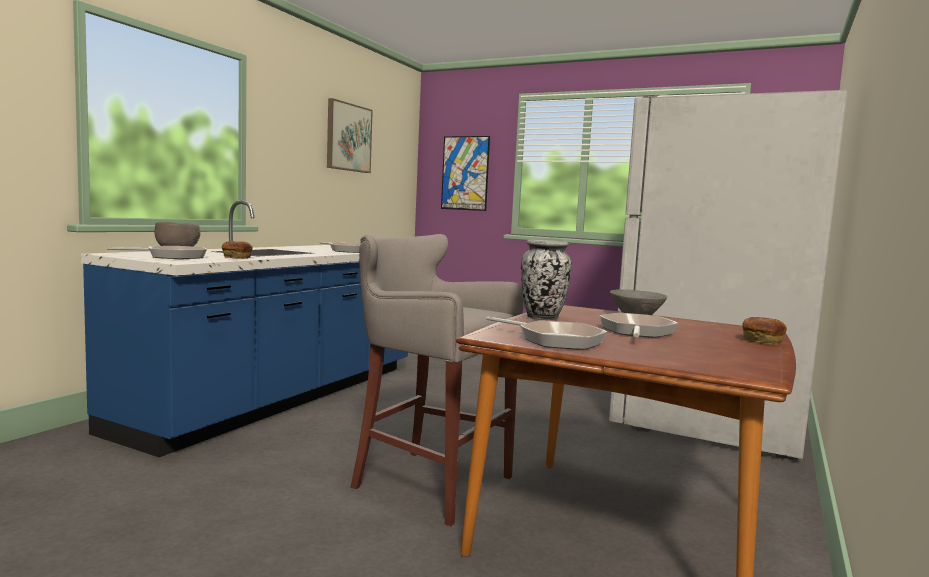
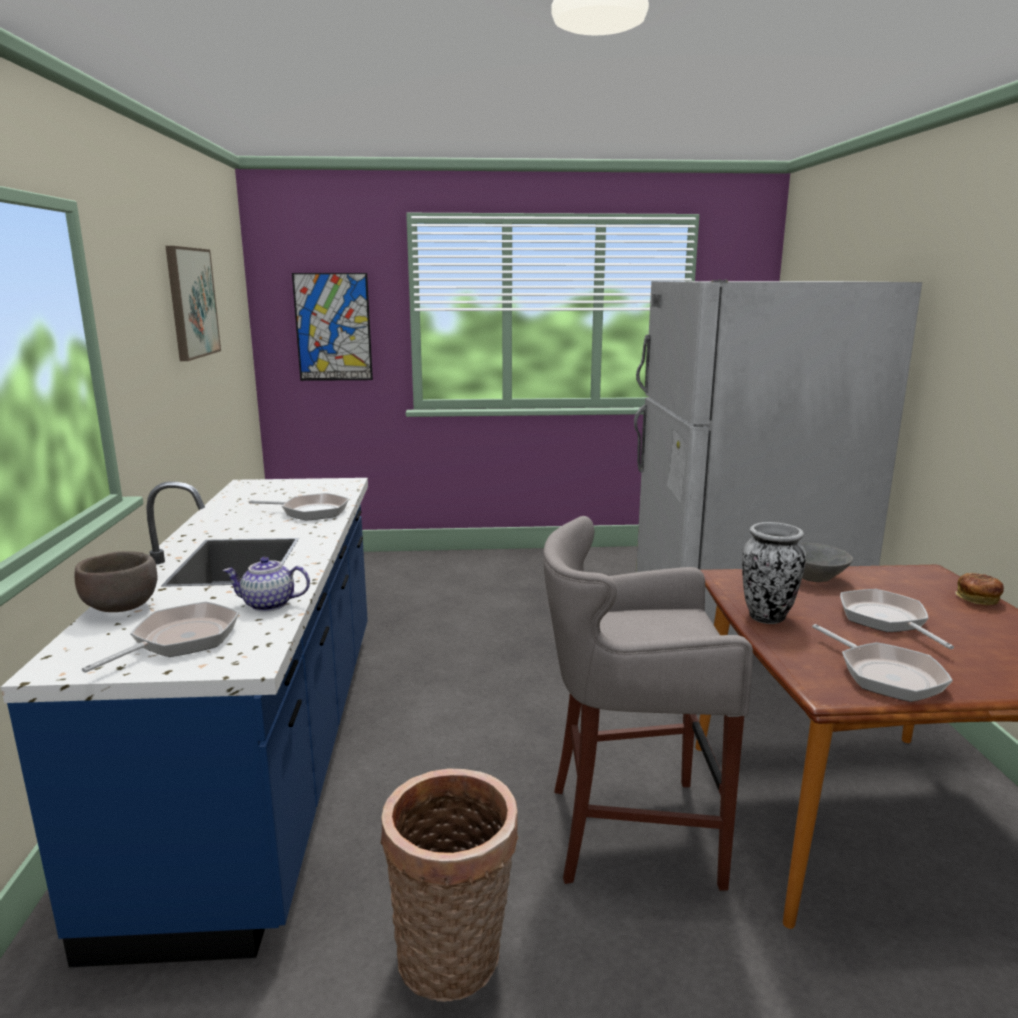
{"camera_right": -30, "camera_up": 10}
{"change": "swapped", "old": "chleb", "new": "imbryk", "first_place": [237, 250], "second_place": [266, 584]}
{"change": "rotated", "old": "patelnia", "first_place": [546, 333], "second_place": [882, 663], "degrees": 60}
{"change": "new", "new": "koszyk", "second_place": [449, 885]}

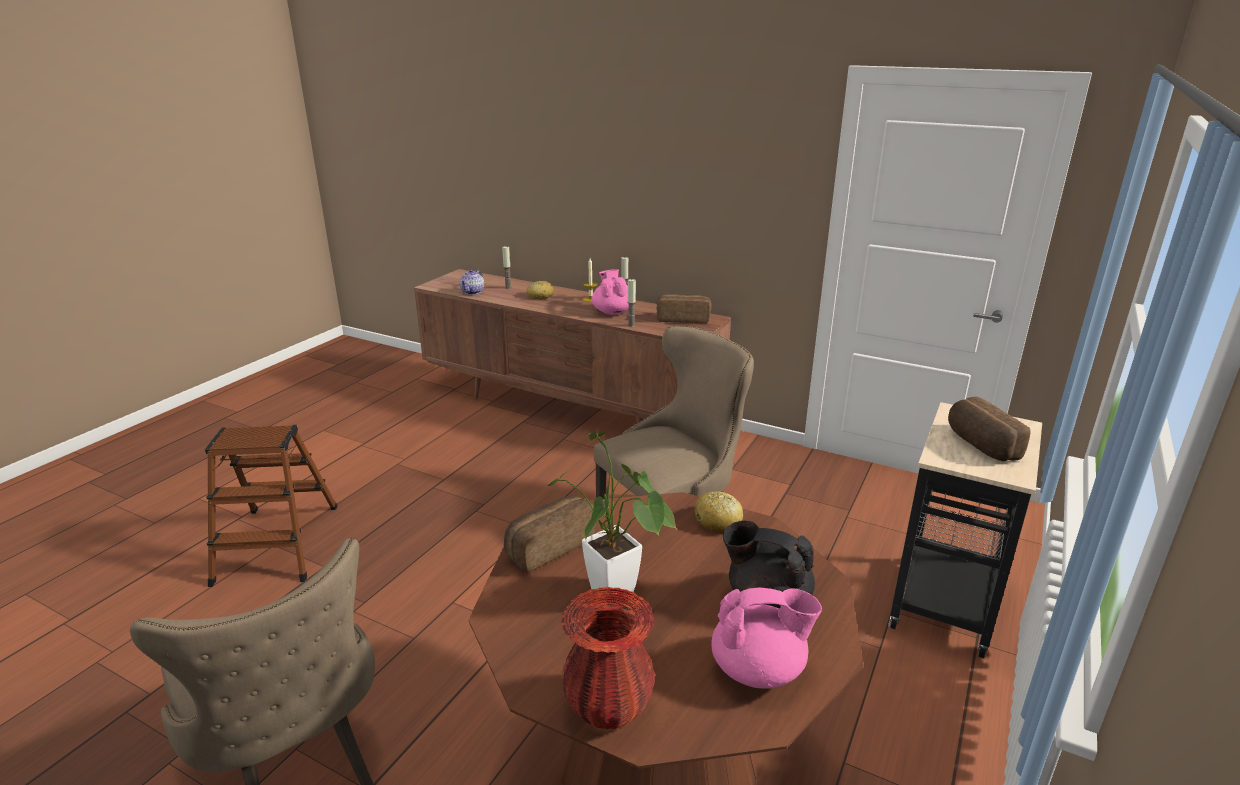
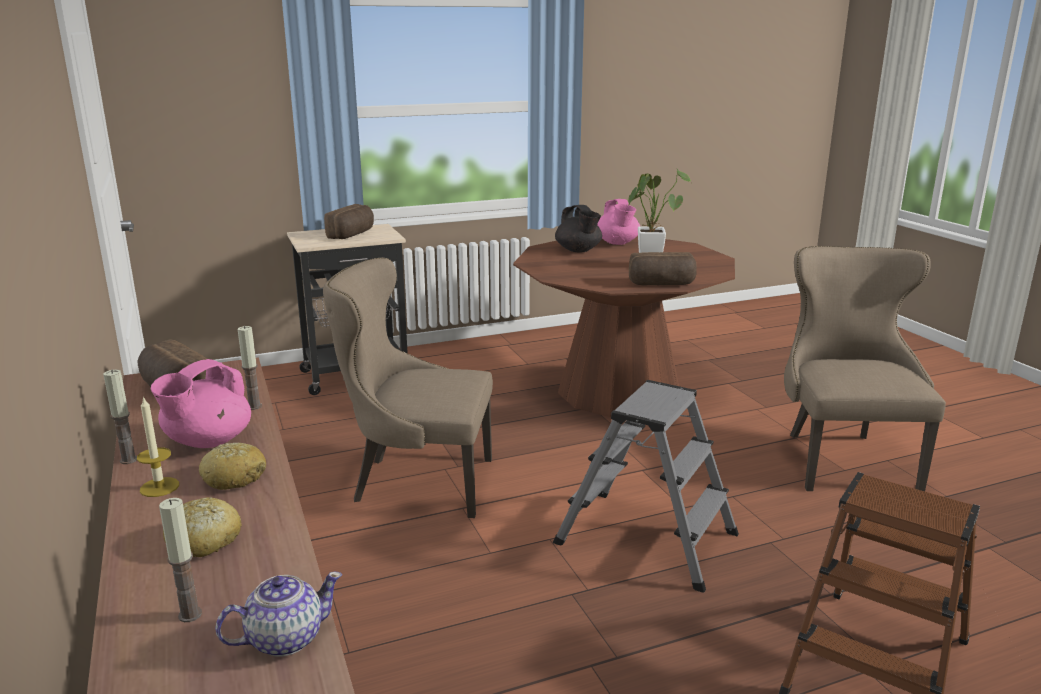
{"camera_right": -140, "camera_up": -5}
{"change": "shifted", "old": "chleb", "first_place": [719, 511], "second_place": [232, 466]}
{"change": "gone", "old": "wazon/czerwony", "first_place": [608, 658]}
{"change": "rotated", "old": "imbryk/różowy", "first_place": [766, 638], "second_place": [618, 222], "degrees": -135}
{"change": "new", "new": "drabinka/szary", "second_place": [646, 486]}

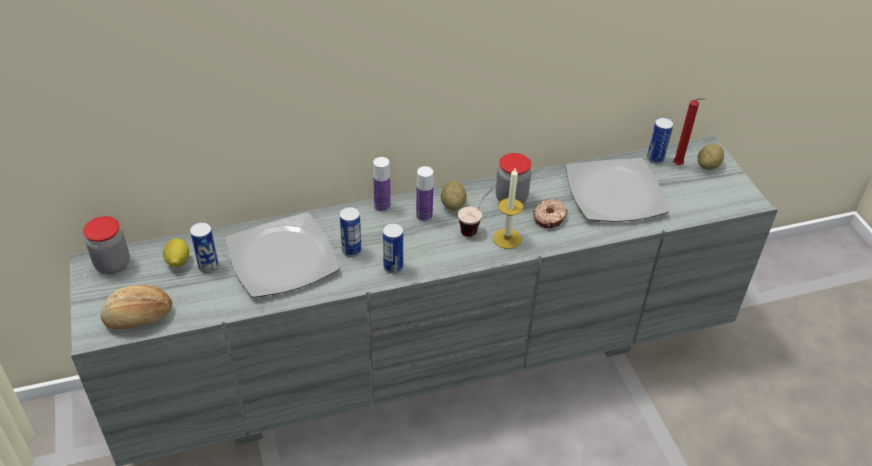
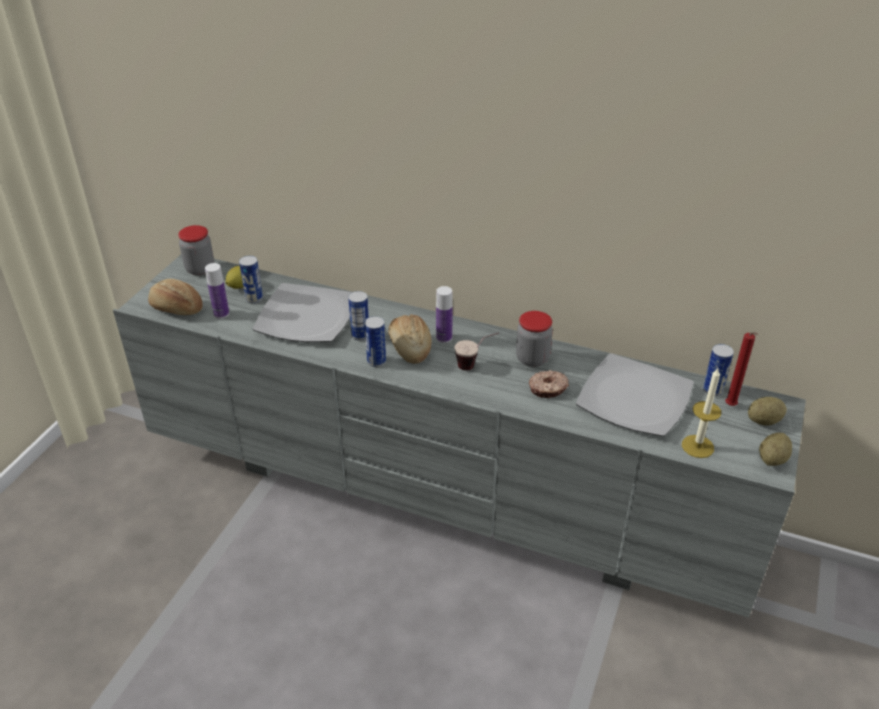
{"camera_right": 40, "camera_up": -5}
{"change": "shifted", "old": "butelka", "first_place": [381, 184], "second_place": [217, 291]}
{"change": "shifted", "old": "świeca", "first_place": [508, 208], "second_place": [701, 413]}
{"change": "shifted", "old": "ziemniak", "first_place": [454, 195], "second_place": [775, 449]}
{"change": "new", "new": "chleb", "second_place": [410, 339]}

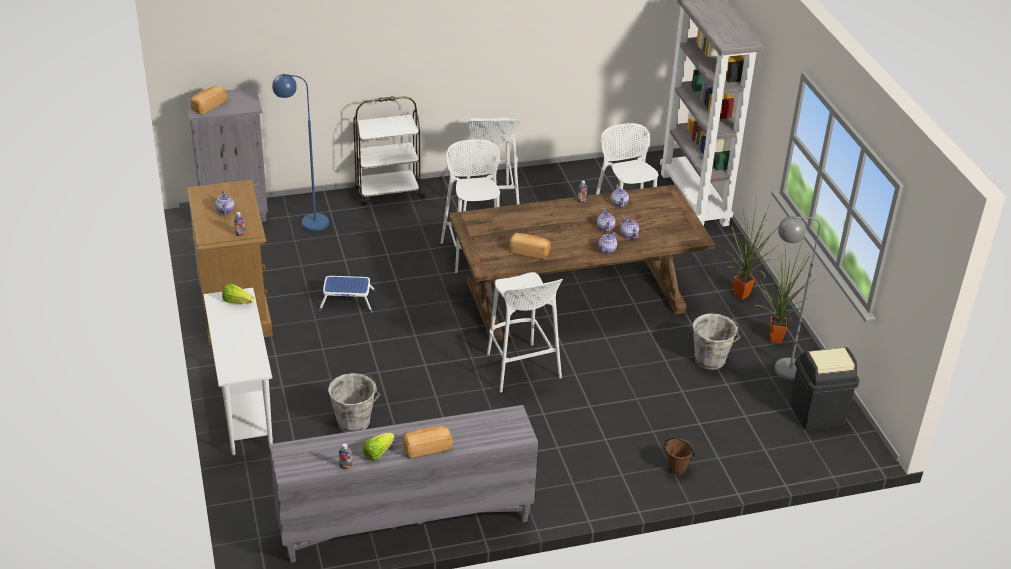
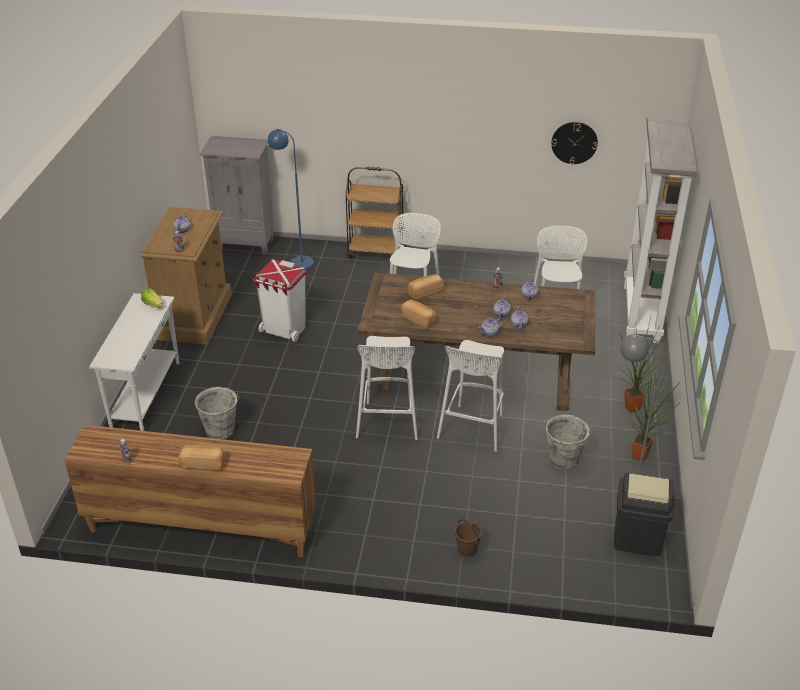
{"camera_right": 25, "camera_up": 0}
{"change": "shifted", "old": "chleb", "first_place": [209, 100], "second_place": [426, 287]}
{"change": "repainted", "old": "wózek/biały", "new": "wózek/brązowy", "first_place": [389, 151], "second_place": [378, 212]}
{"change": "shifted", "old": "stołek/biały", "first_place": [491, 164], "second_place": [470, 396]}
{"change": "swapped", "old": "drabinka/niebieski", "new": "kosz na śmieci/biały", "first_place": [347, 294], "second_place": [279, 300]}
{"change": "repainted", "old": "komoda/szary", "new": "komoda/brązowy", "first_place": [404, 484], "second_place": [190, 491]}
{"change": "gone", "old": "sałata", "first_place": [378, 447]}
{"change": "new", "new": "zegar ścienny", "second_place": [574, 143]}

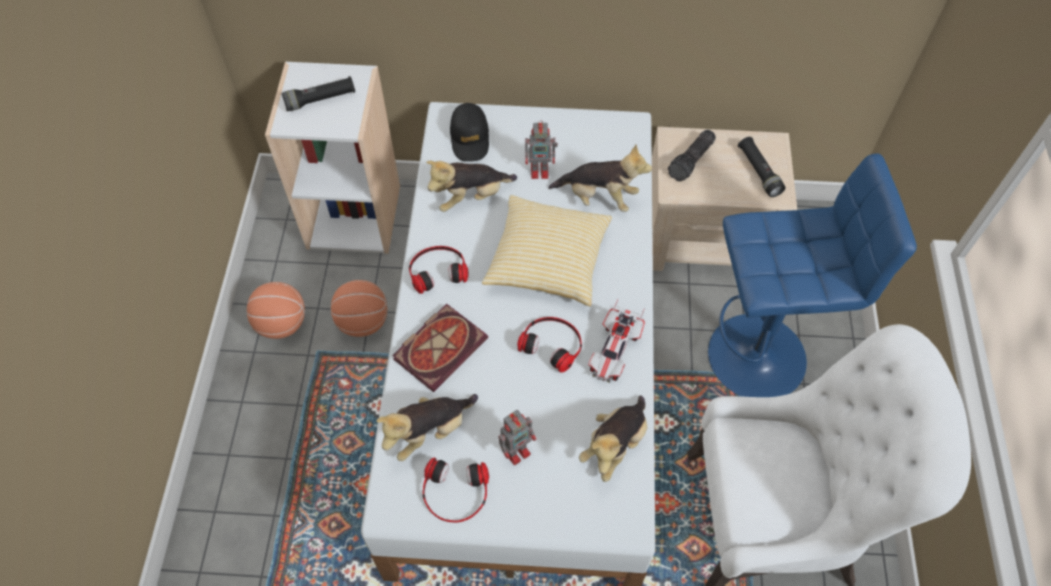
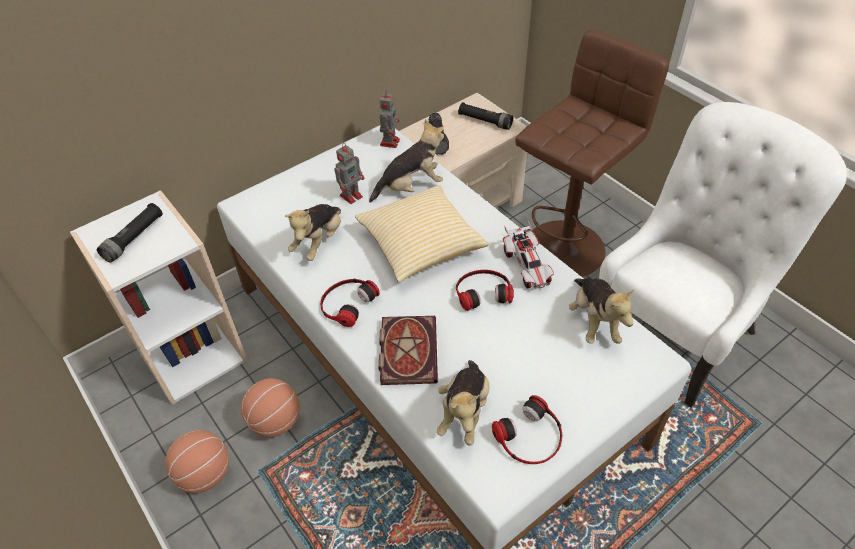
{"camera_right": -40, "camera_up": -10}
{"change": "gone", "old": "czapka z daszkiem/czarny", "first_place": [469, 132]}
{"change": "repainted", "old": "stołek/niebieski", "new": "stołek/brązowy", "first_place": [812, 275], "second_place": [592, 153]}
{"change": "shifted", "old": "robot zabawkowy", "first_place": [517, 437], "second_place": [389, 119]}

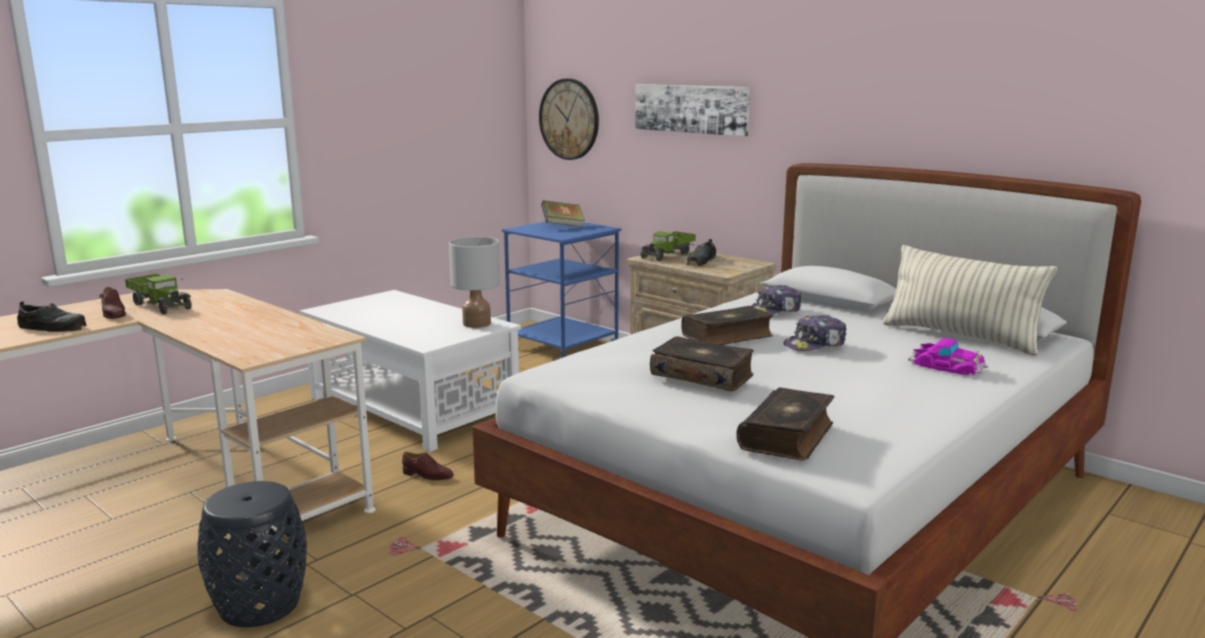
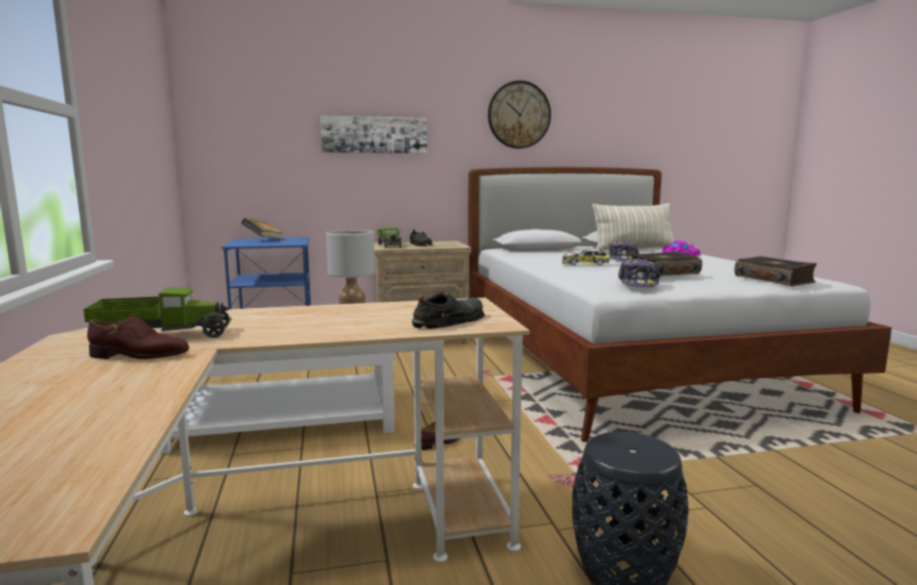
{"camera_right": -55, "camera_up": -5}
{"change": "shifted", "old": "zegar ścienny", "first_place": [569, 119], "second_place": [519, 114]}
{"change": "shifted", "old": "czapka z daszkiem", "first_place": [776, 299], "second_place": [639, 272]}
{"change": "shifted", "old": "but/czarny", "first_place": [51, 316], "second_place": [448, 310]}
{"change": "swapped", "old": "książka", "new": "samochodzik", "first_place": [727, 325], "second_place": [586, 257]}

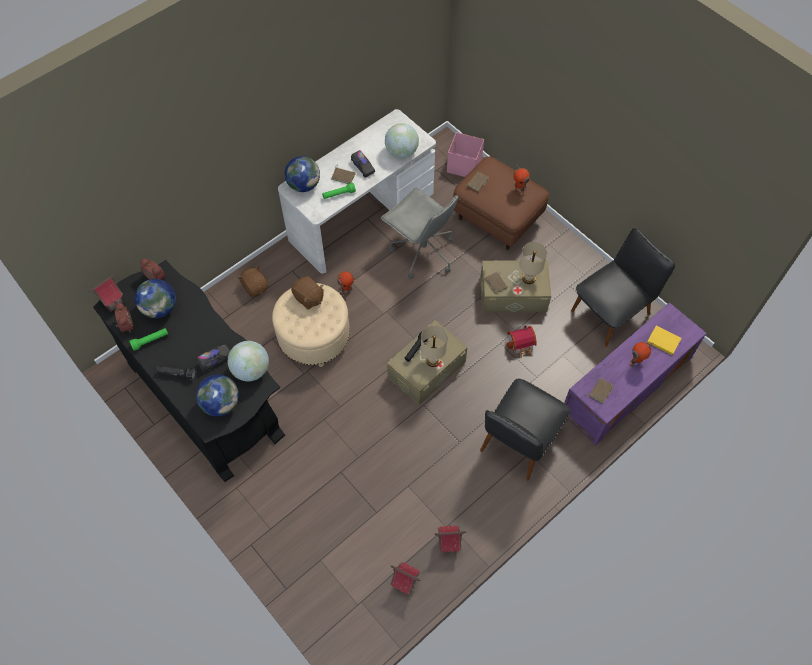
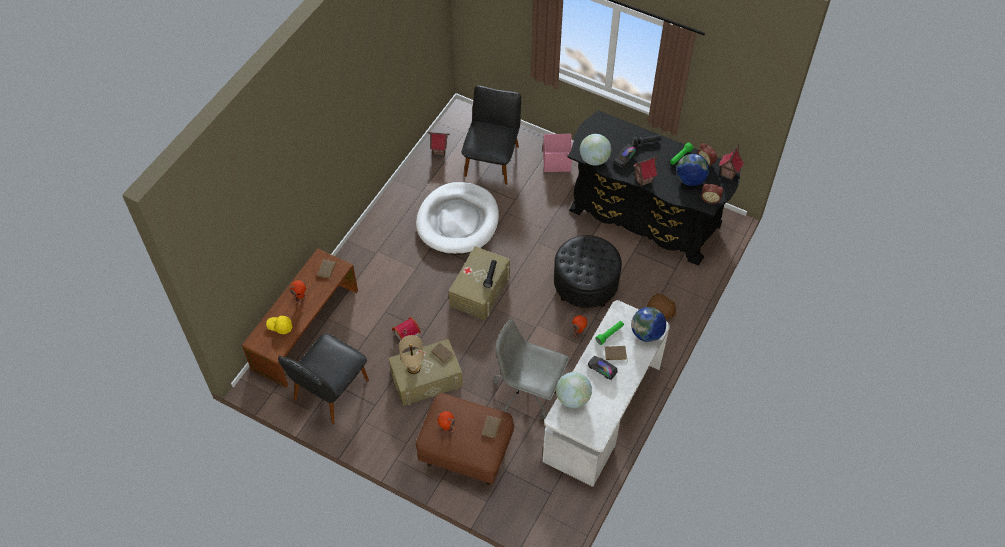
{"camera_right": 160, "camera_up": -5}
{"change": "shifted", "old": "pojemnik do przechowywania/różowy", "first_place": [465, 154], "second_place": [557, 153]}
{"change": "gone", "old": "pluszak/brązowy", "first_place": [307, 292]}
{"change": "repainted", "old": "pufa/beżowy", "new": "pufa/czarny", "first_place": [311, 325], "second_place": [588, 271]}
{"change": "repainted", "old": "ławka/fioletowy", "new": "ławka/brązowy", "first_place": [635, 373], "second_place": [300, 318]}
{"change": "gone", "old": "lampa stołowa/beżowy", "first_place": [434, 346]}
{"change": "swapped", "old": "książka/żółty", "new": "czapka z daszkiem/żółty", "first_place": [664, 340], "second_place": [279, 325]}
{"change": "gone", "old": "globus", "first_place": [217, 395]}
{"change": "shifted", "old": "krzesło/czarny", "first_place": [525, 429], "second_place": [491, 135]}
{"change": "shifted", "old": "domek", "first_place": [450, 539], "second_place": [646, 171]}
{"change": "new", "new": "legowisko/biały", "second_place": [457, 218]}

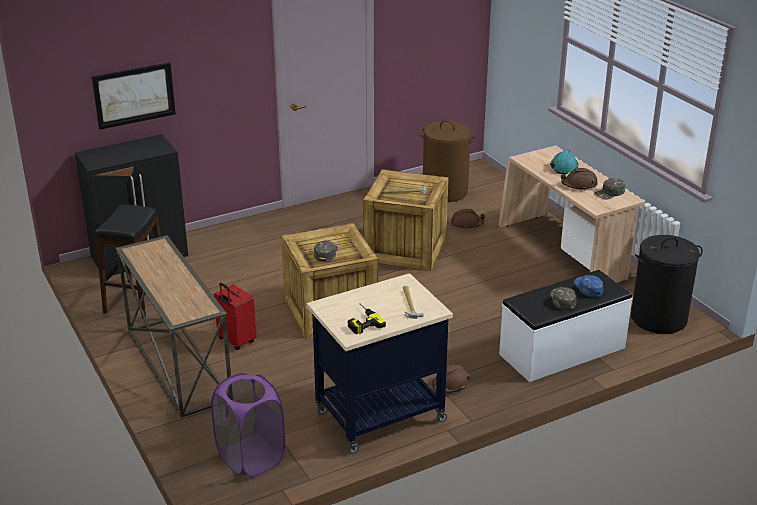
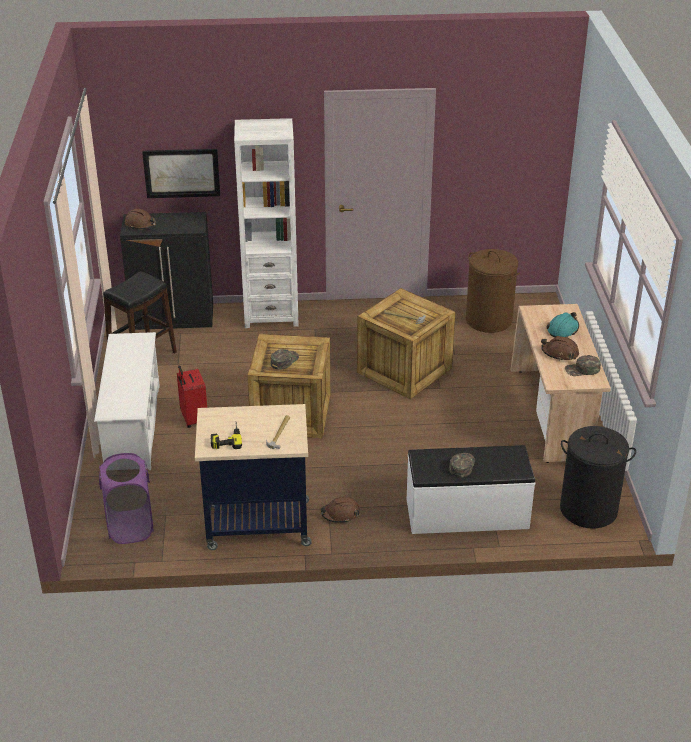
{"camera_right": 25, "camera_up": 5}
{"change": "shifted", "old": "kask/brązowy", "first_place": [468, 218], "second_place": [141, 219]}
{"change": "swapped", "old": "stolik konsolowy", "new": "regał na buty/biały", "first_place": [173, 326], "second_place": [127, 401]}
{"change": "gone", "old": "czapka z daszkiem/niebieski", "first_place": [588, 286]}
{"change": "new", "new": "regał/biały", "second_place": [266, 223]}

